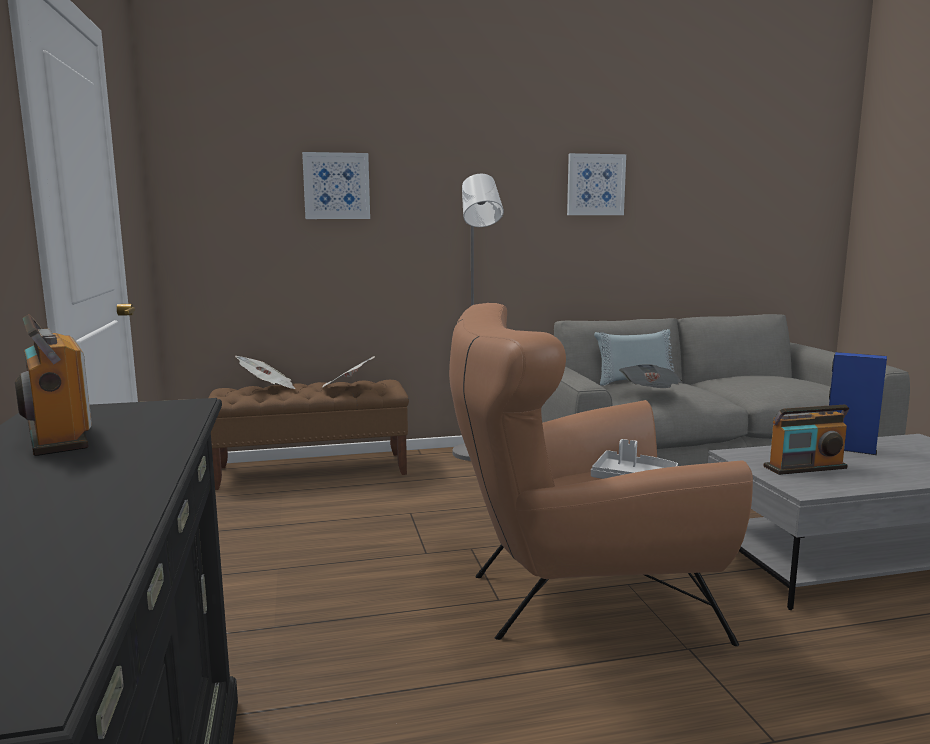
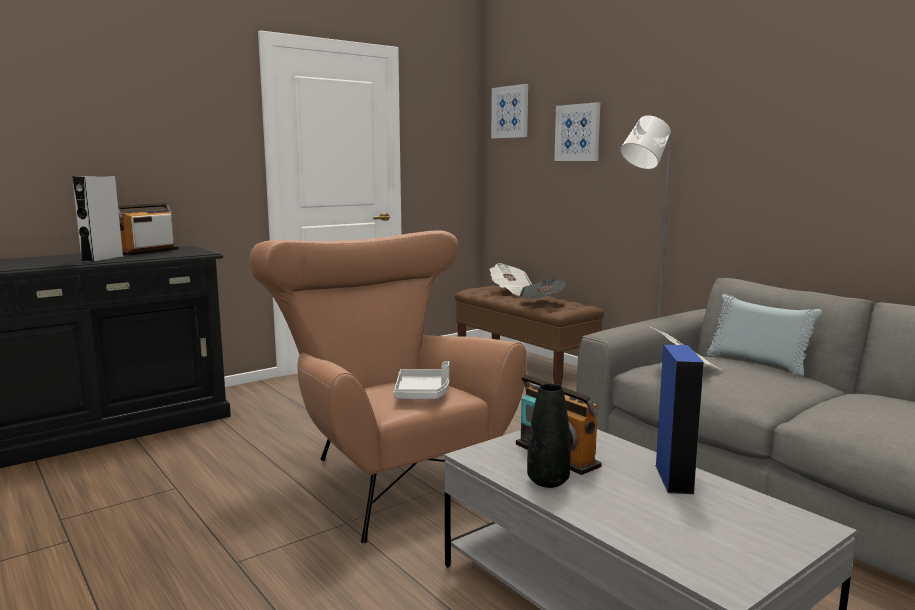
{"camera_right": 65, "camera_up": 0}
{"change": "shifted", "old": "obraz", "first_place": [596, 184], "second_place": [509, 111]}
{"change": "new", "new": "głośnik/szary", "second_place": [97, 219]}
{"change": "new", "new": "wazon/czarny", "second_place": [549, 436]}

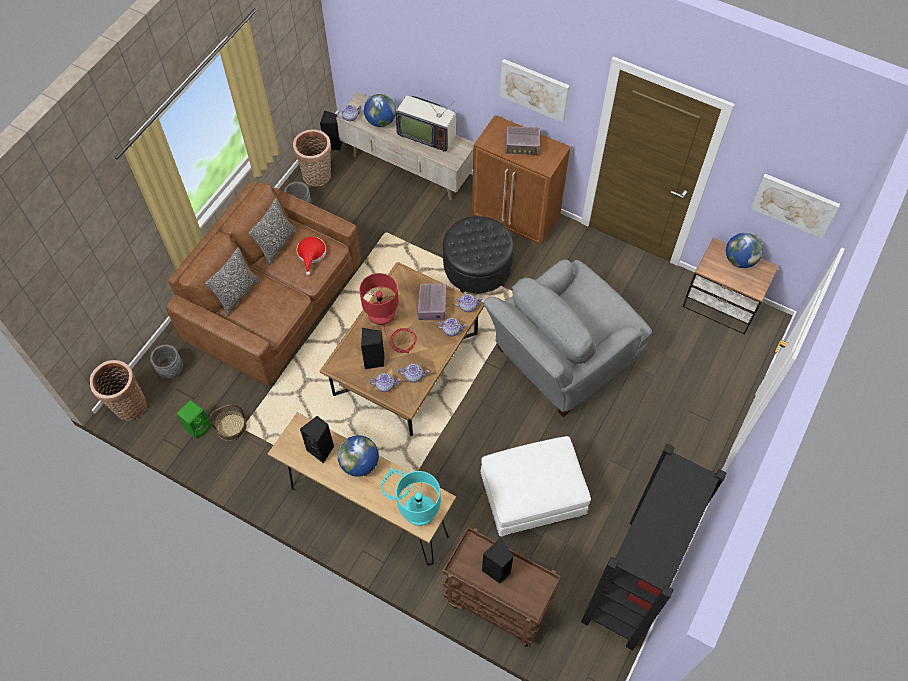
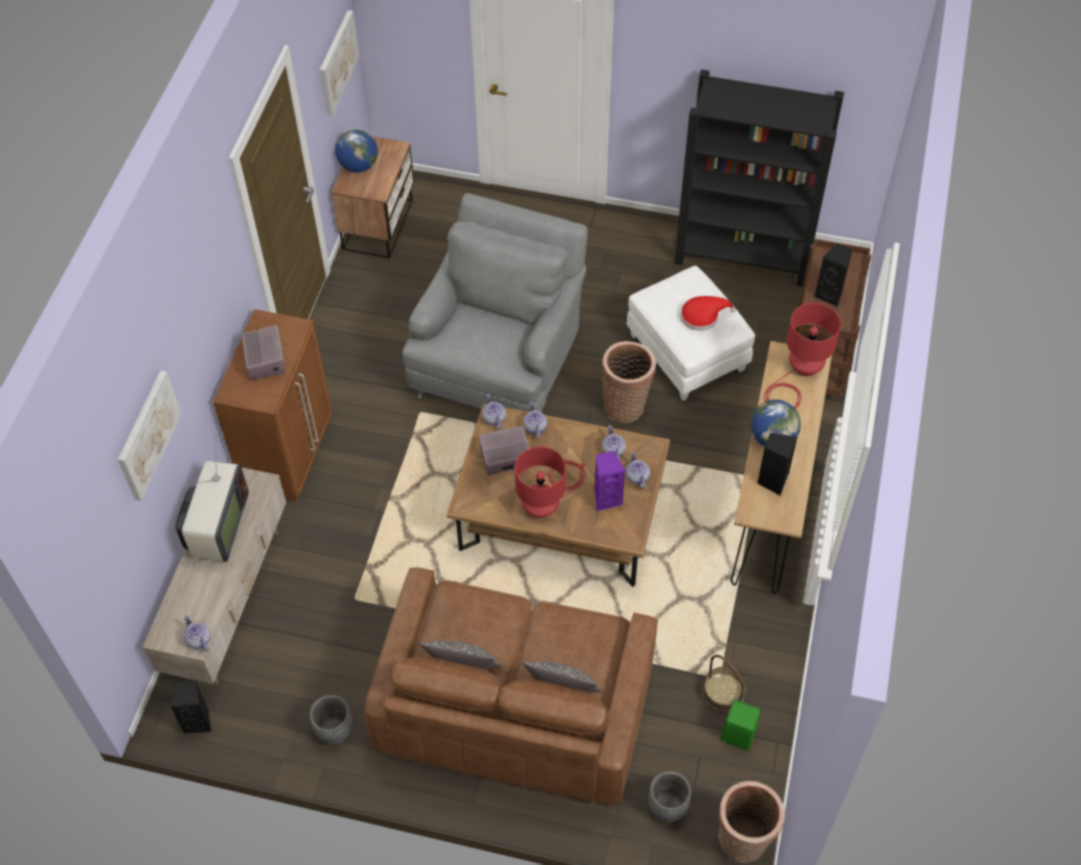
{"camera_right": -105, "camera_up": -5}
{"change": "shifted", "old": "obraz", "first_place": [535, 90], "second_place": [150, 435]}
{"change": "gone", "old": "globus", "first_place": [380, 110]}
{"change": "shifted", "old": "koszyk", "first_place": [312, 157], "second_place": [629, 382]}
{"change": "gone", "old": "pufa/czarny", "first_place": [478, 254]}
{"change": "shifted", "old": "kapelusz/czerwony", "first_place": [311, 256], "second_place": [708, 313]}
{"change": "rotated", "old": "fotel/szary", "first_place": [567, 338], "second_place": [495, 302], "degrees": -105}
{"change": "repainted", "old": "głośnik/czarny", "new": "głośnik/fioletowy", "first_place": [373, 348], "second_place": [609, 481]}
{"change": "repainted", "old": "lampa stołowa/turkusowy", "new": "lampa stołowa/czerwony", "first_place": [410, 497], "second_place": [802, 356]}

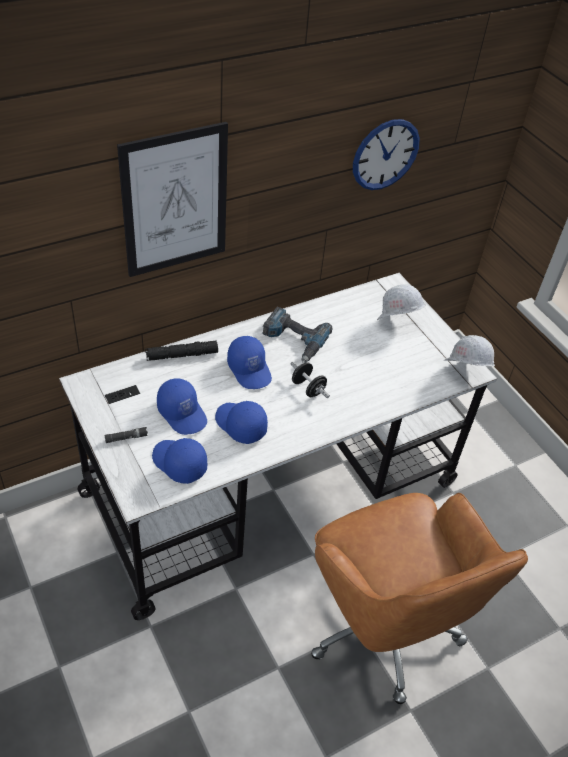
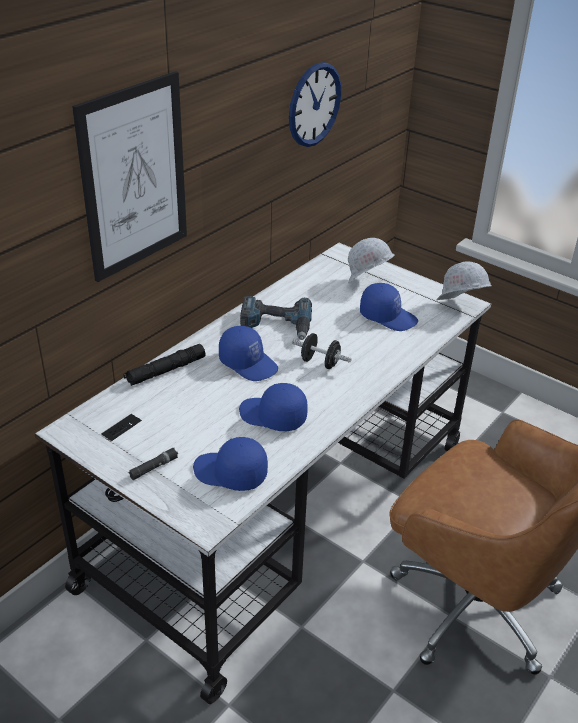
{"camera_right": -20, "camera_up": -10}
{"change": "shifted", "old": "czapka z daszkiem/niebieski", "first_place": [182, 406], "second_place": [389, 307]}

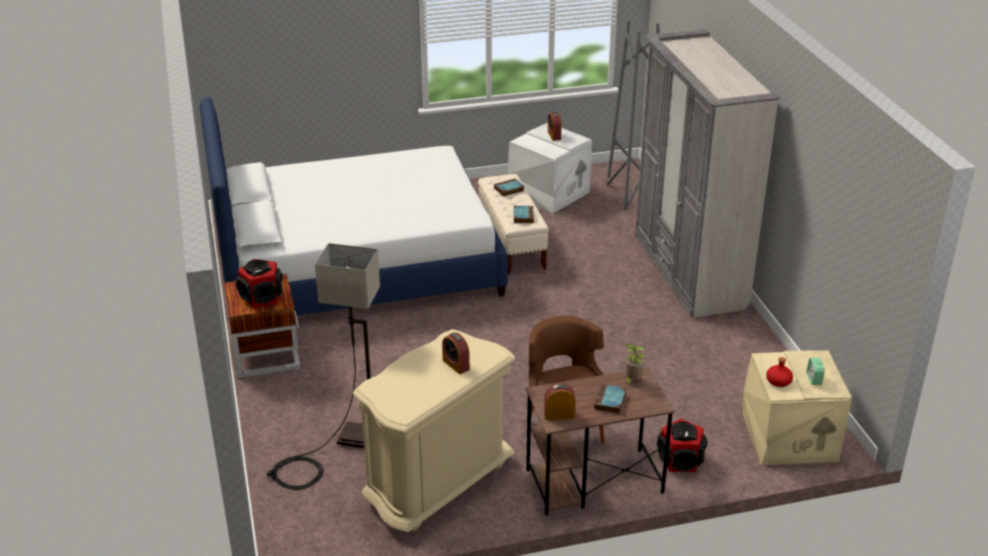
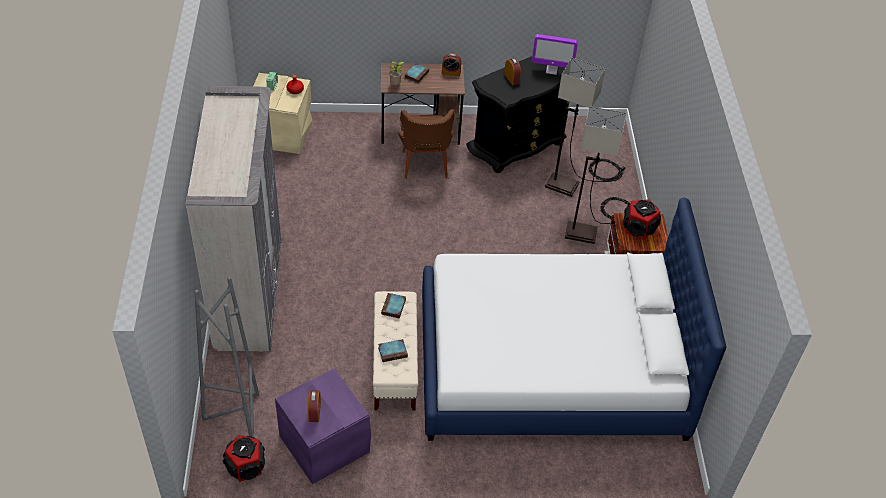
{"camera_right": -170, "camera_up": 15}
{"change": "repainted", "old": "pojemnik do przechowywania/biały", "new": "pojemnik do przechowywania/fioletowy", "first_place": [550, 168], "second_place": [323, 426]}
{"change": "repainted", "old": "komoda/beżowy", "new": "komoda/czarny", "first_place": [434, 430], "second_place": [518, 114]}
{"change": "shifted", "old": "głośnik", "first_place": [682, 445], "second_place": [244, 458]}
{"change": "new", "new": "monitor", "second_place": [555, 54]}
{"change": "new", "new": "lampa stojąca", "second_place": [597, 175]}

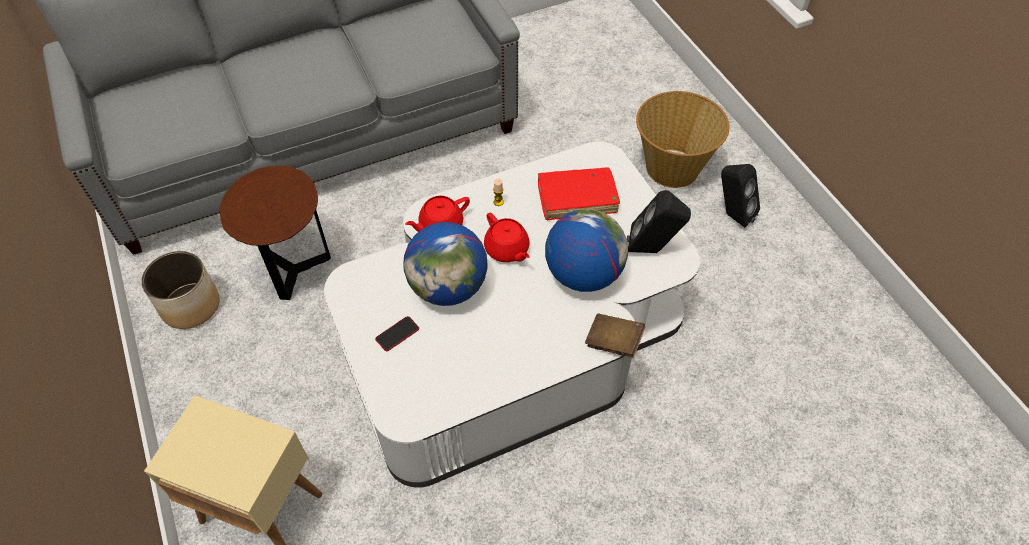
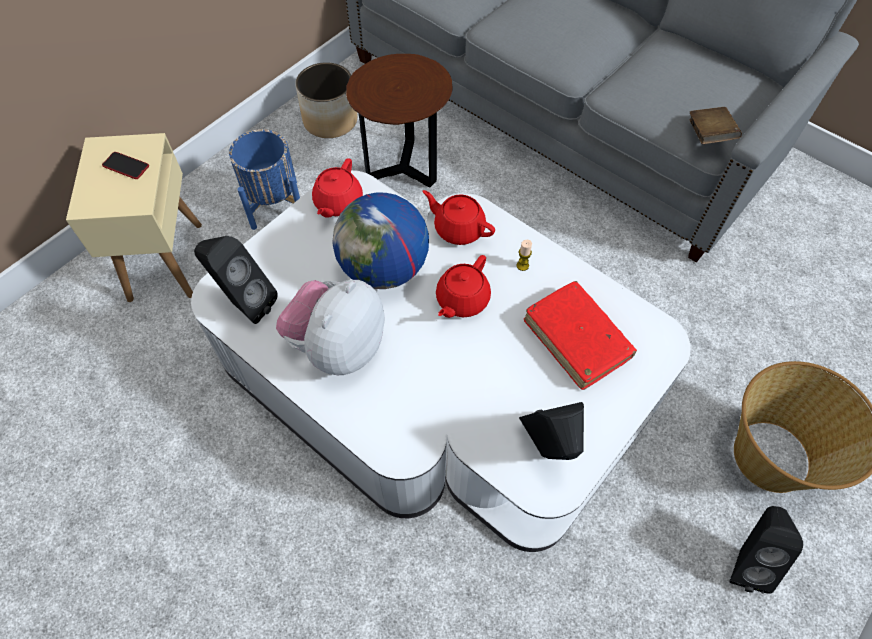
{"camera_right": 65, "camera_up": 5}
{"change": "gone", "old": "globus", "first_place": [586, 250]}
{"change": "shifted", "old": "książka/brązowy", "first_place": [615, 335], "second_place": [716, 125]}
{"change": "shifted", "old": "telefon", "first_place": [397, 333], "second_place": [125, 165]}
{"change": "new", "new": "donica/niebieski", "second_place": [264, 179]}
{"change": "new", "new": "imbryk/czerwony", "second_place": [337, 188]}
{"change": "new", "new": "głośnik/czarny", "second_place": [236, 280]}
{"change": "new", "new": "pluszak", "second_place": [330, 327]}

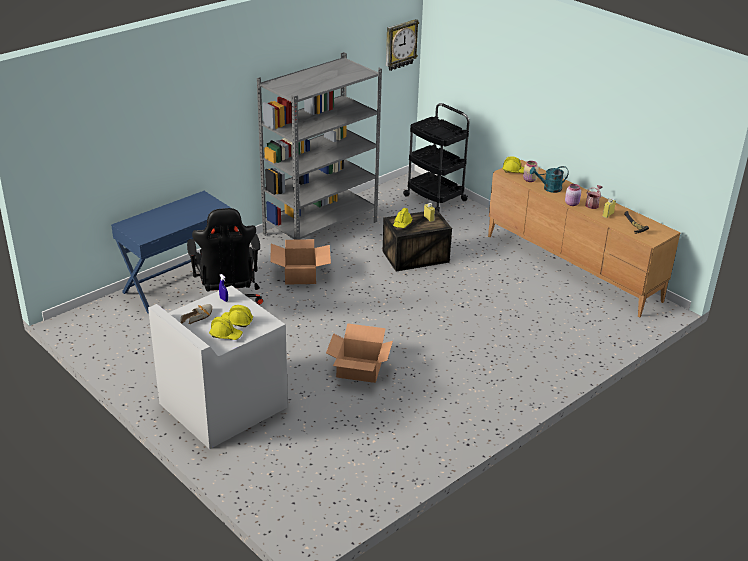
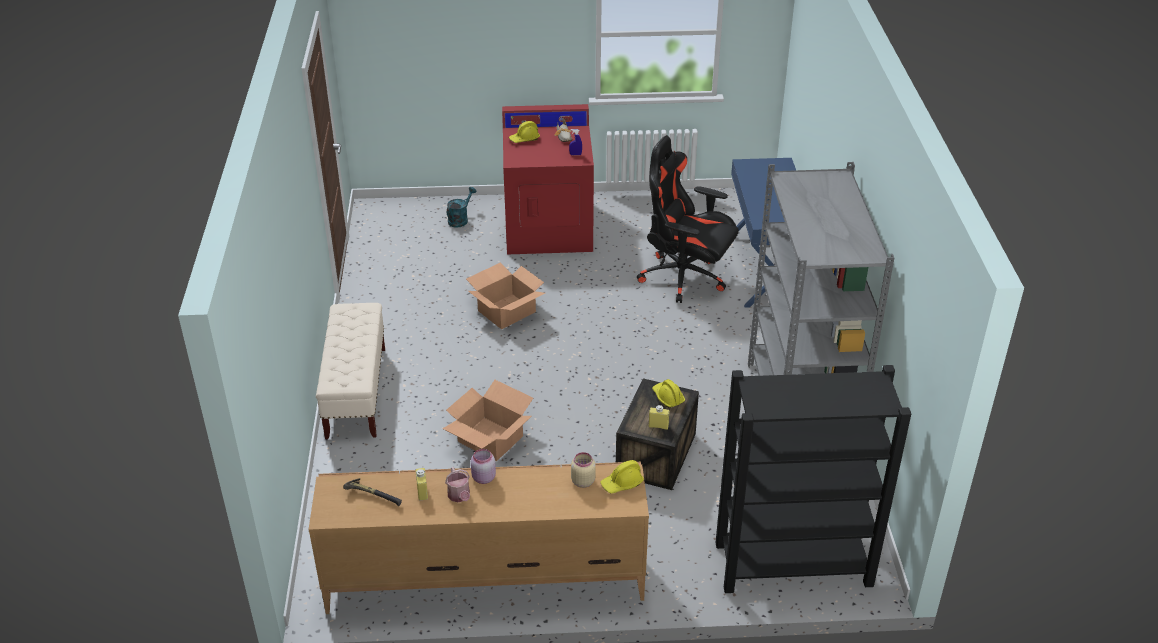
{"camera_right": 130, "camera_up": 5}
{"change": "gone", "old": "zegar ścienny", "first_place": [402, 45]}
{"change": "swapped", "old": "wózek/czarny", "new": "regał/czarny", "first_place": [436, 157], "second_place": [813, 479]}
{"change": "shifted", "old": "konewka/turkusowy", "first_place": [549, 179], "second_place": [462, 207]}
{"change": "shifted", "old": "karton", "first_place": [300, 262], "second_place": [487, 420]}
{"change": "repainted", "old": "pralka/biały", "new": "pralka/czerwony", "first_place": [218, 367], "second_place": [548, 179]}
{"change": "gone", "old": "kask/żółty", "first_place": [237, 316]}
{"change": "new", "new": "ławka/beżowy", "second_place": [350, 371]}

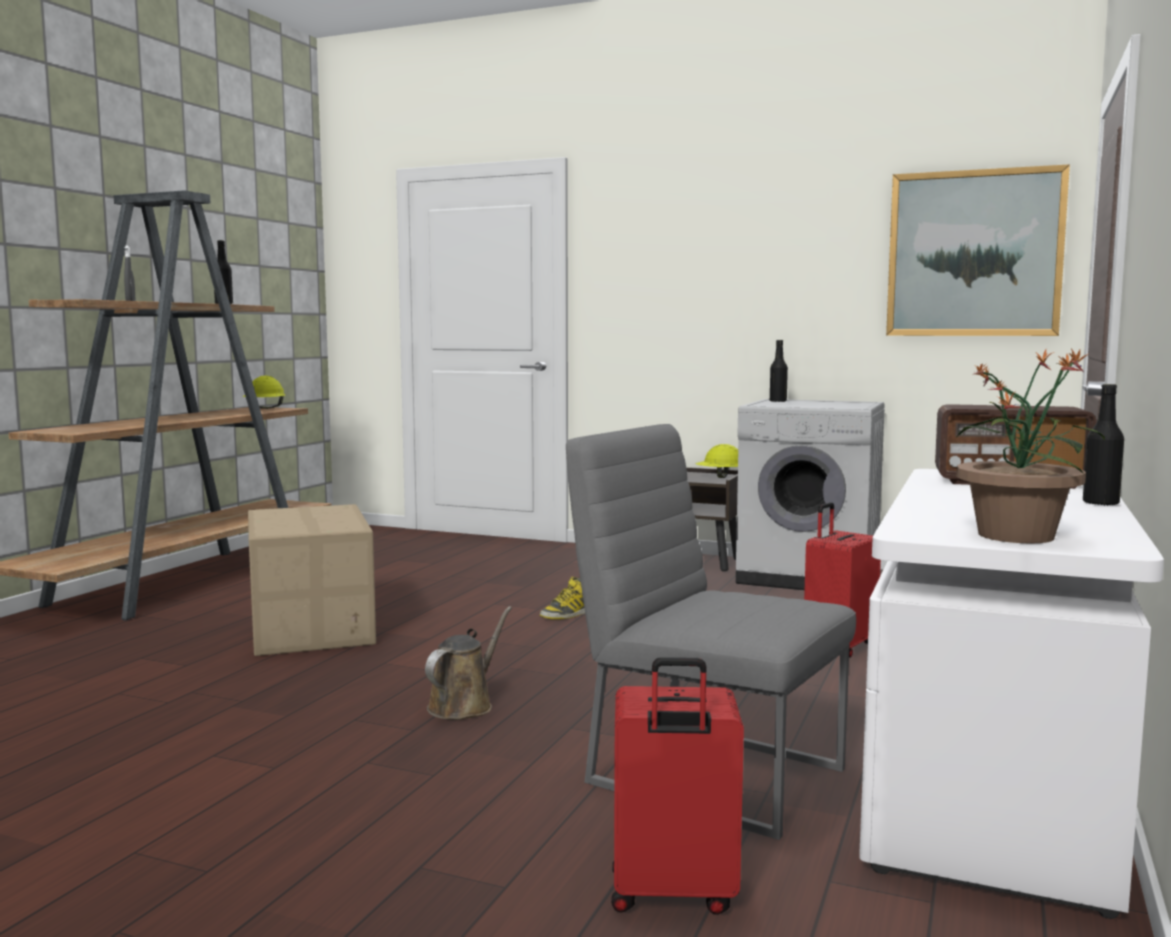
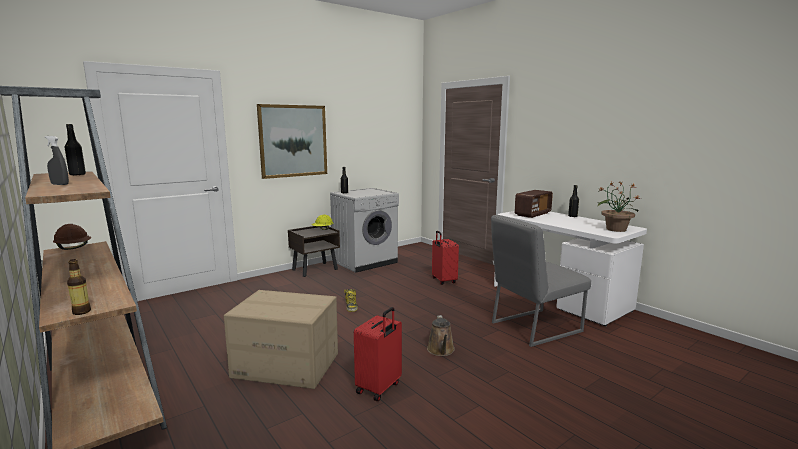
{"camera_right": -60, "camera_up": 5}
{"change": "shifted", "old": "obraz", "first_place": [978, 250], "second_place": [292, 141]}
{"change": "repainted", "old": "kask/żółty", "new": "kask/brązowy", "first_place": [264, 392], "second_place": [72, 237]}
{"change": "rotated", "old": "konewka/brązowy", "first_place": [468, 663], "second_place": [441, 335], "degrees": -150}
{"change": "shifted", "old": "walizka/czerwony", "first_place": [677, 786], "second_place": [378, 354]}
{"change": "new", "new": "butelka", "second_place": [79, 287]}

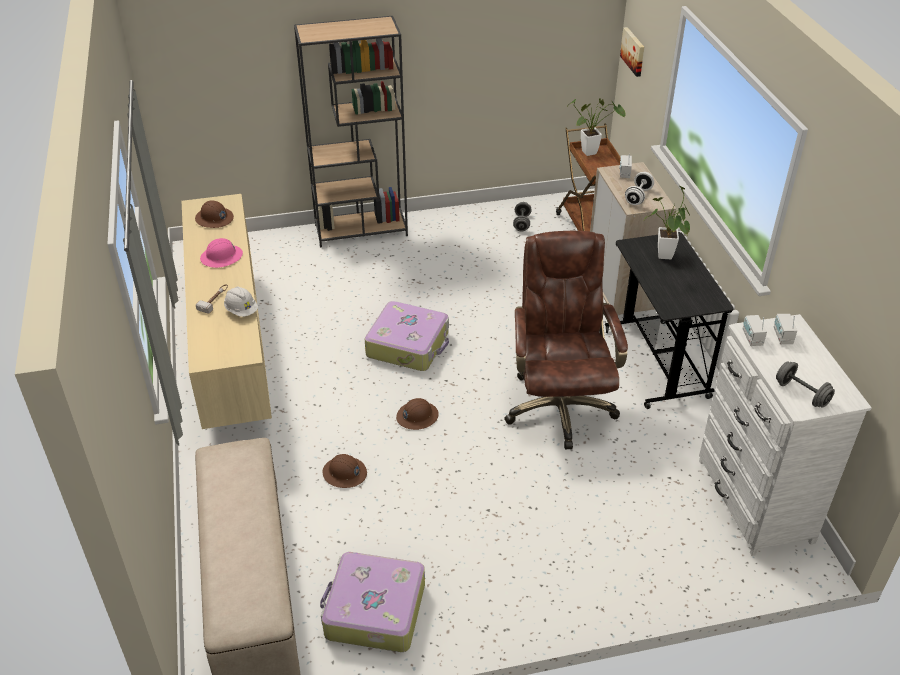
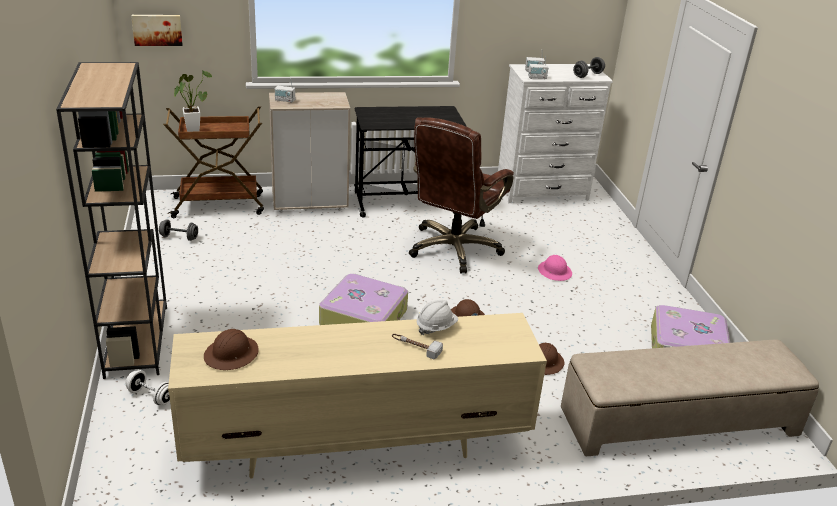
{"camera_right": -90, "camera_up": -10}
{"change": "shifted", "old": "hantel/biały", "first_place": [639, 188], "second_place": [147, 387]}
{"change": "gone", "old": "roślina doniczkowa", "first_place": [667, 222]}
{"change": "rotated", "old": "krzesło biurowe/brązowy", "first_place": [566, 340], "second_place": [461, 195], "degrees": -60}
{"change": "shifted", "old": "kask/różowy", "first_place": [221, 253], "second_place": [555, 268]}

